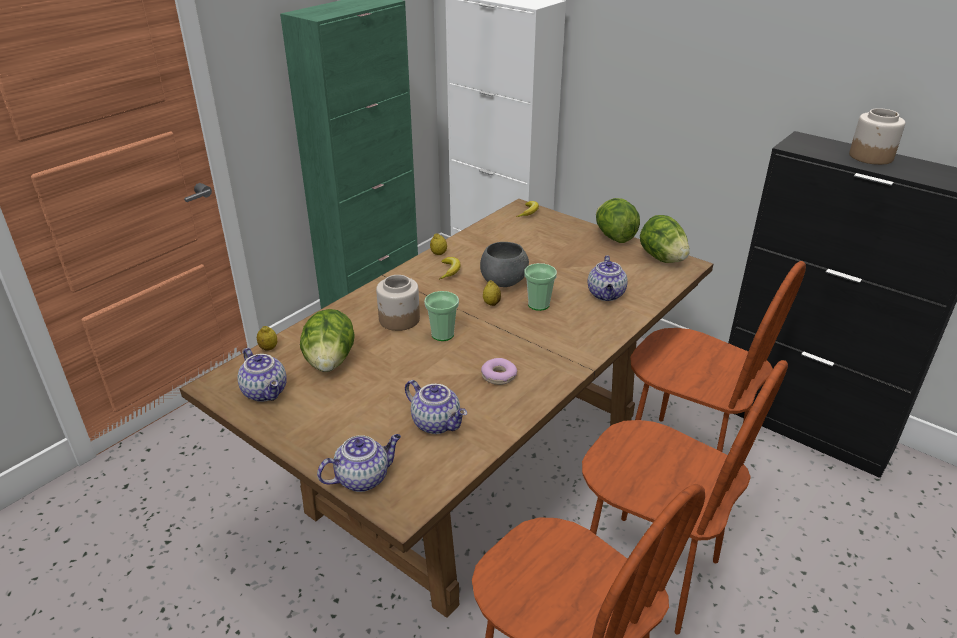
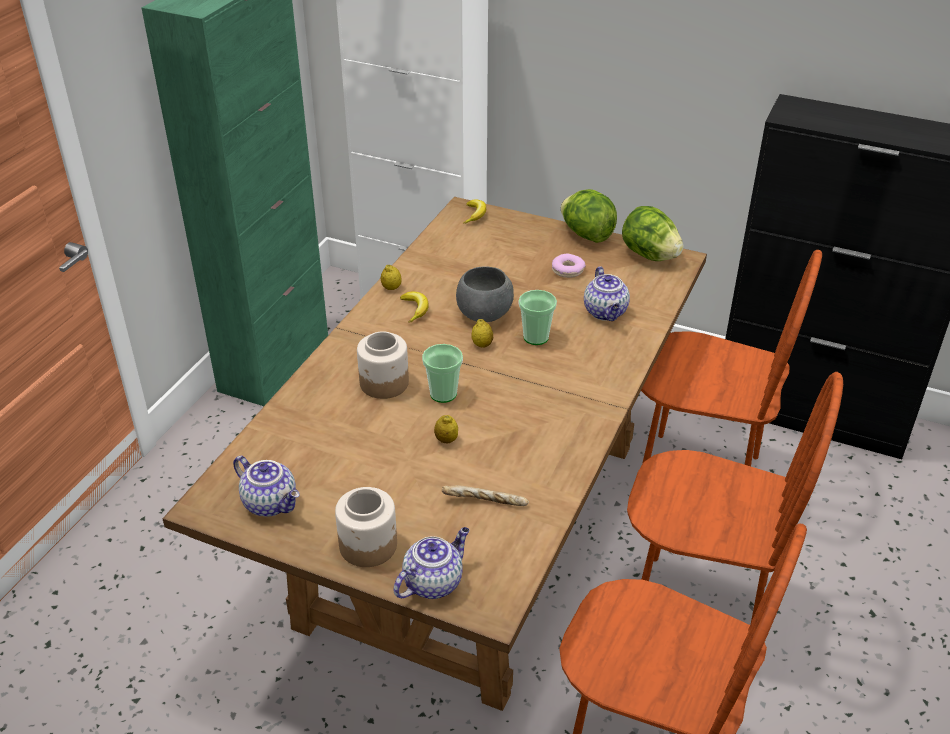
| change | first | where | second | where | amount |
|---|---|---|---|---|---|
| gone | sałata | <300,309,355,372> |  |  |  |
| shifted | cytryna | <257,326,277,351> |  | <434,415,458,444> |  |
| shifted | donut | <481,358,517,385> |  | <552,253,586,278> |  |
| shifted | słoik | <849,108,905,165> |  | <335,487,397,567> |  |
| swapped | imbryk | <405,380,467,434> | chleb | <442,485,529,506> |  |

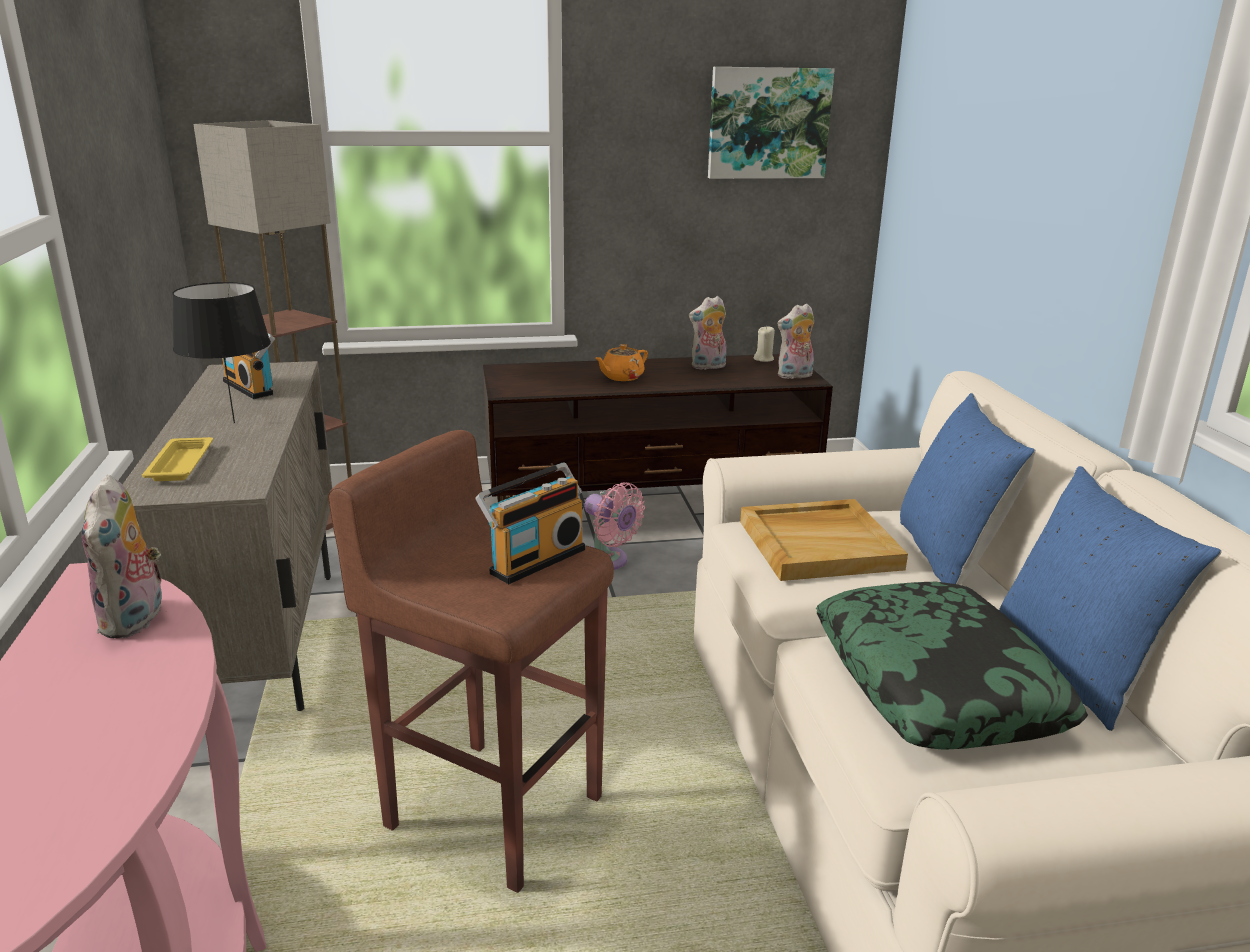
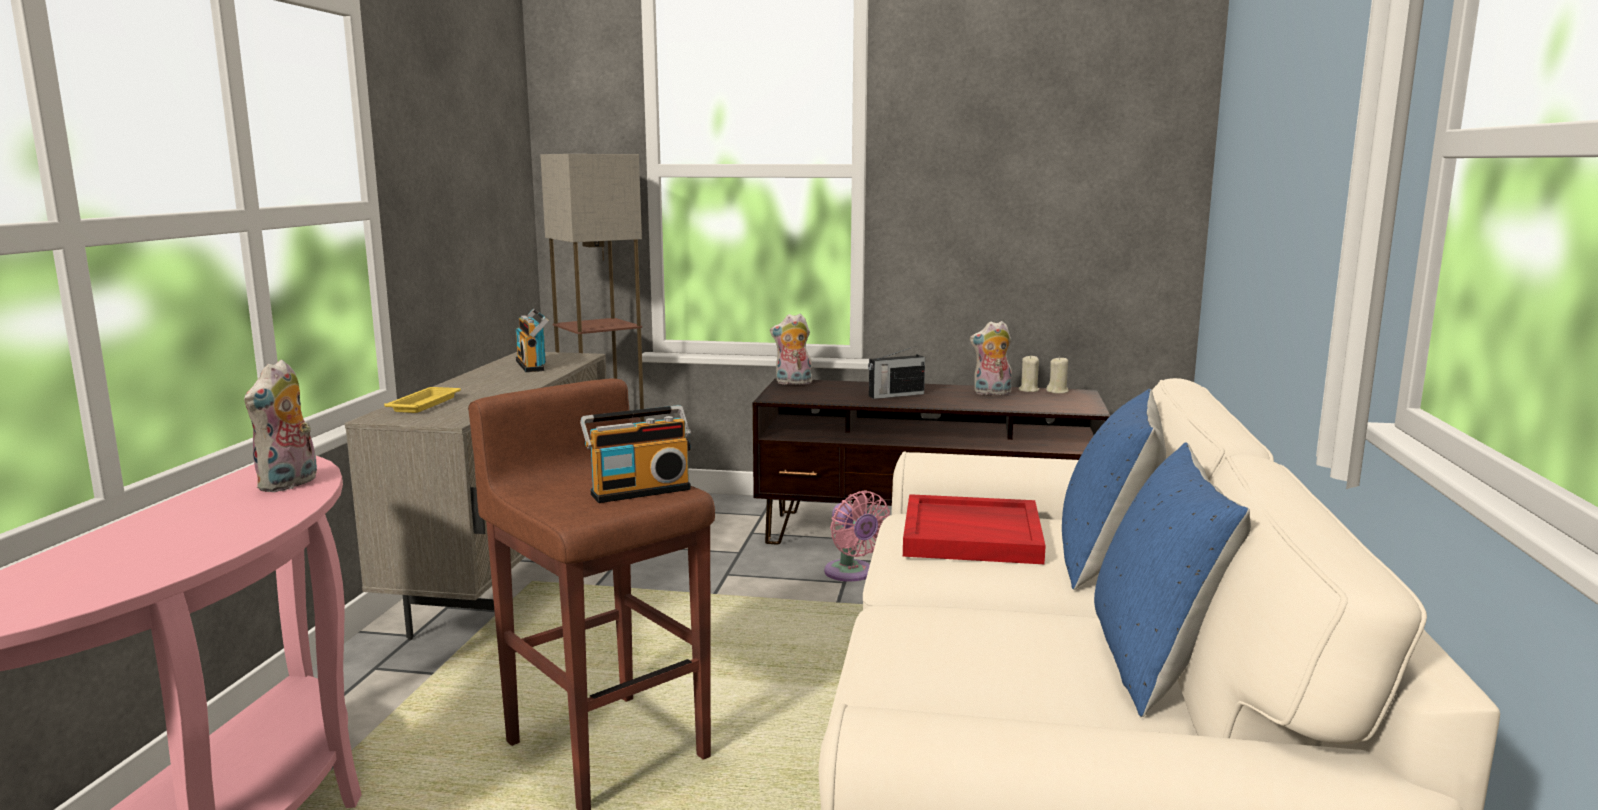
| change | first | where | second | where | amount |
|---|---|---|---|---|---|
| gone | lampa stołowa/czarny | <173,282,271,423> |  |  |  |
| gone | obraz | <708,67,835,179> |  |  |  |
| gone | poduszka | <816,582,1088,750> |  |  |  |
| new |  |  | świeca/beżowy | <1018,355,1039,392> |  |
| shifted | pluszak | <777,303,814,379> |  | <770,314,813,386> |  |
| swapped | imbryk/pomarańczowy | <595,344,648,381> | radio | <868,346,925,399> |  |
| repainted | taca/beżowy | <740,499,908,581> | taca/czerwony | <903,494,1046,564> |  |

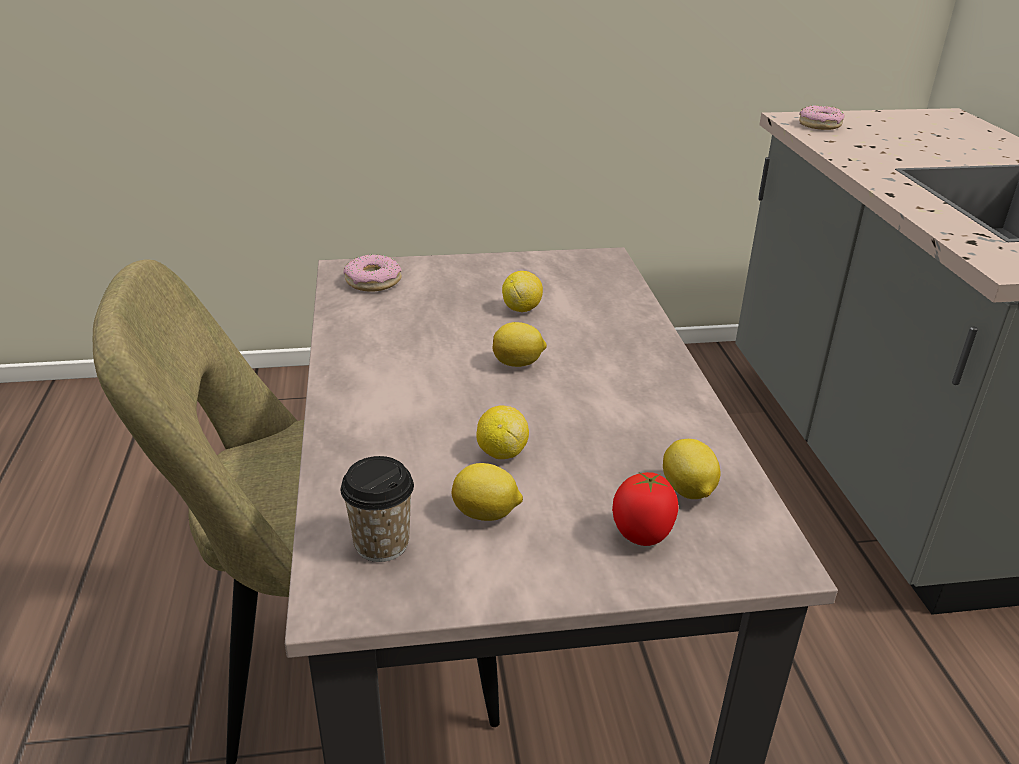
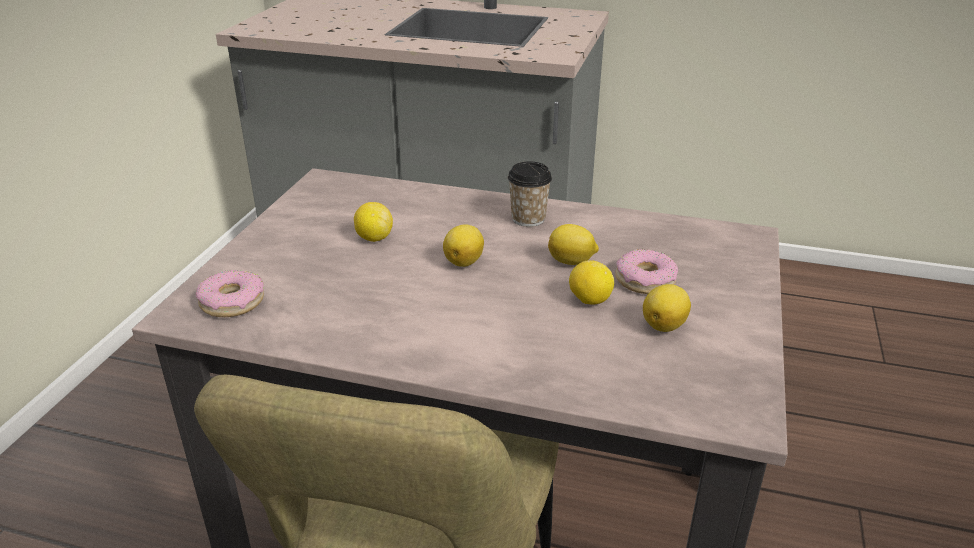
| change | first | where | second | where | amount |
|---|---|---|---|---|---|
| gone | pomidor | <612,472,679,546> |  |  |  |
| shifted | filiżanka | <340,456,414,562> |  | <508,161,552,227> |  |
| shifted | cytryna | <663,439,721,499> |  | <548,224,599,265> |  |
| shifted | donut | <799,105,845,130> |  | <615,249,678,294> |  |

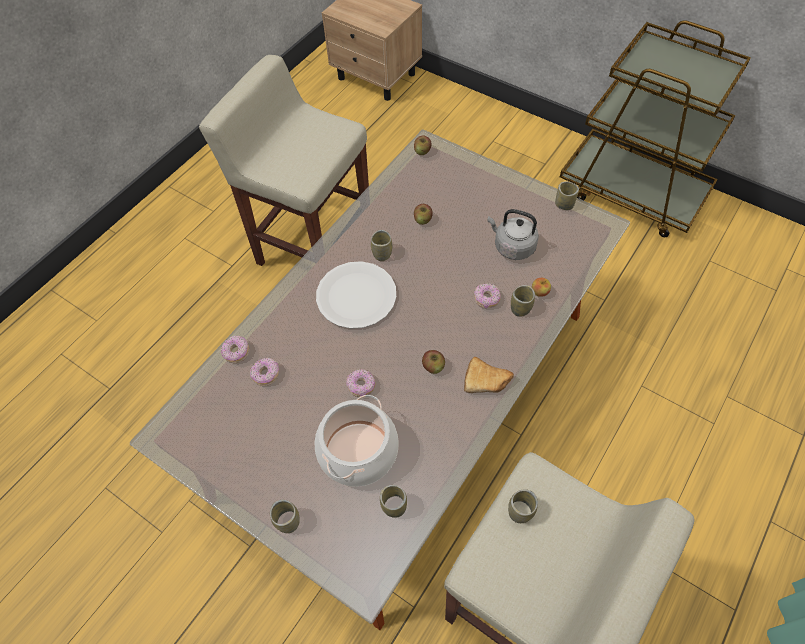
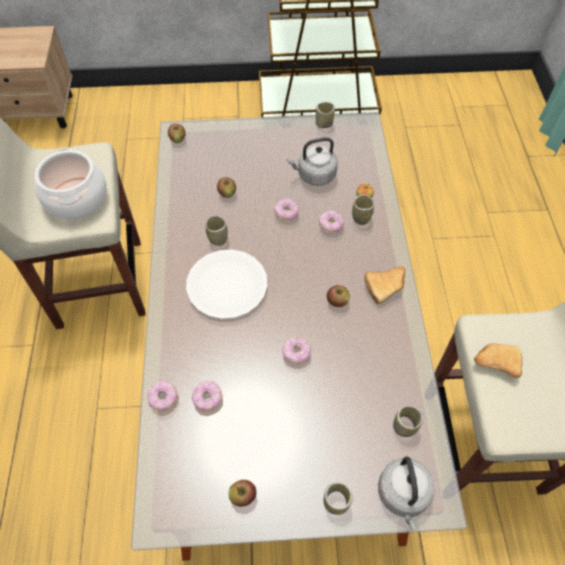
| change | first | where | second | where | amount |
|---|---|---|---|---|---|
| new |  |  | jabłko | <228,480,256,507> |  |
| new |  |  | donut | <274,198,299,221> |  |
| new |  |  | czajnik/szary | <378,456,435,531> |  |
| shifted | garnek | <314,395,399,487> |  | <35,149,107,220> |  |
| swapped | filiżanka | <508,489,538,523> | chleb | <474,343,522,378> |  |

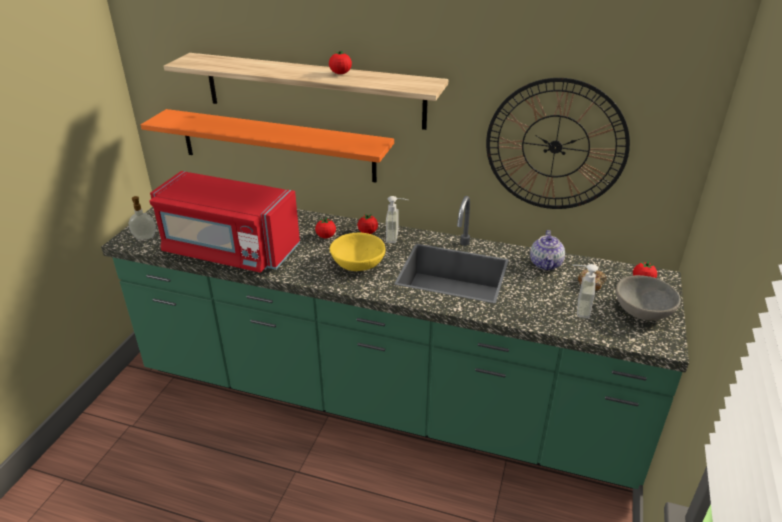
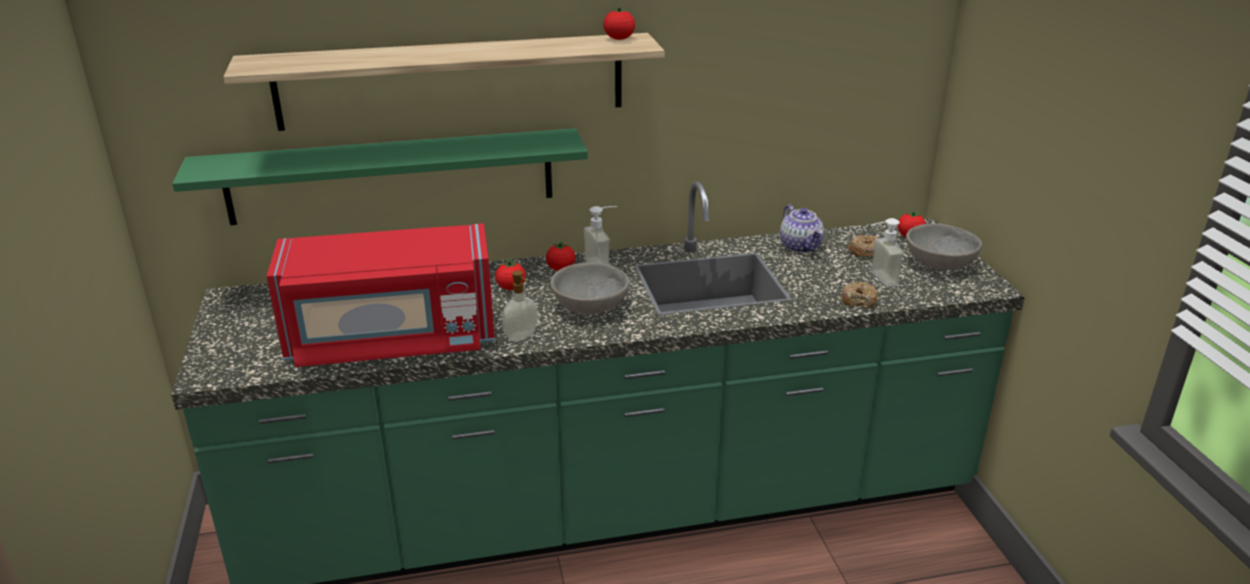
| change | first | where | second | where | amount |
|---|---|---|---|---|---|
| gone | zegar ścienny | <486,78,630,209> |  |  |  |
| new |  |  | donut | <841,282,878,308> |  |
| shifted | dozownik mydła | <129,196,156,240> |  | <502,270,538,342> |  |
| shifted | pomidor | <329,51,352,74> |  | <603,7,635,40> |  |
| repainted | półka/pomarańczowy | <141,109,394,182> | półka/zielony | <172,128,588,225> |  |
| repainted | miska/żółty | <330,233,386,271> | miska/szary | <550,263,630,315> |  |

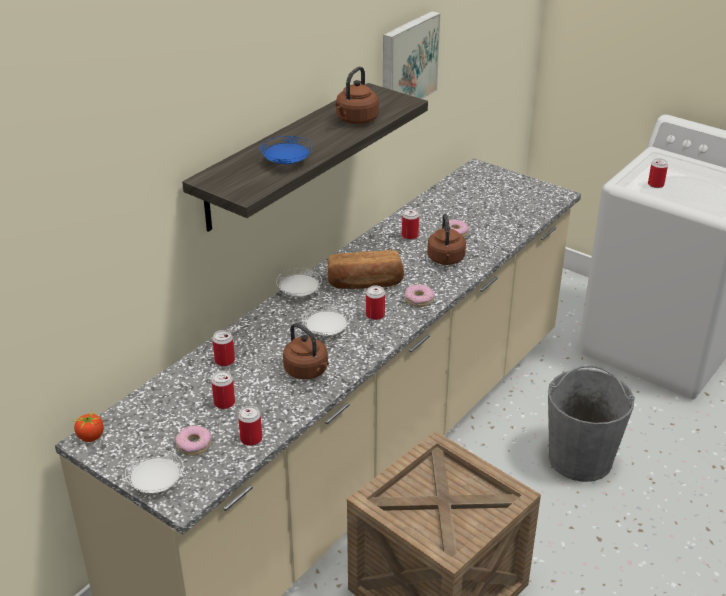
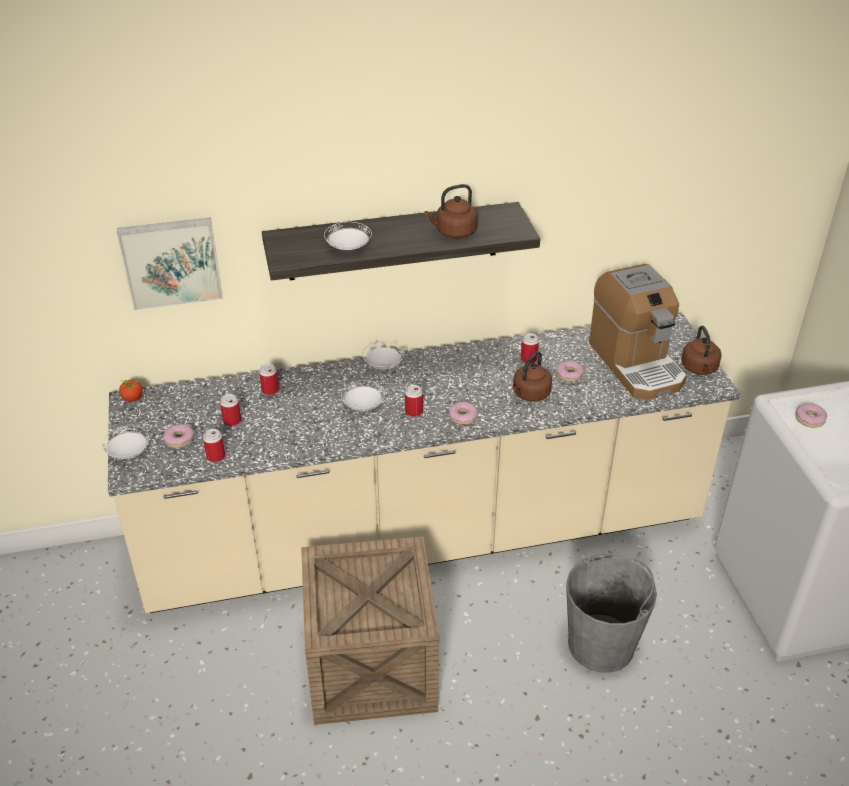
| change | first | where | second | where | amount |
|---|---|---|---|---|---|
| gone | chleb | <328,250,404,289> |  |  |  |
| new |  |  | ekspres do kawy | <589,264,687,400> |  |
| shifted | czajnik/brązowy | <283,323,329,379> |  | <681,326,722,375> |  |
| shifted | obraz | <383,11,440,99> |  | <117,218,223,310> |  |
| swapped | puszka | <648,158,668,188> | donut | <795,403,827,428> |  |
| repainted | talerz/niebieski | <260,136,312,164> | talerz/biały | <324,222,372,250> |  |

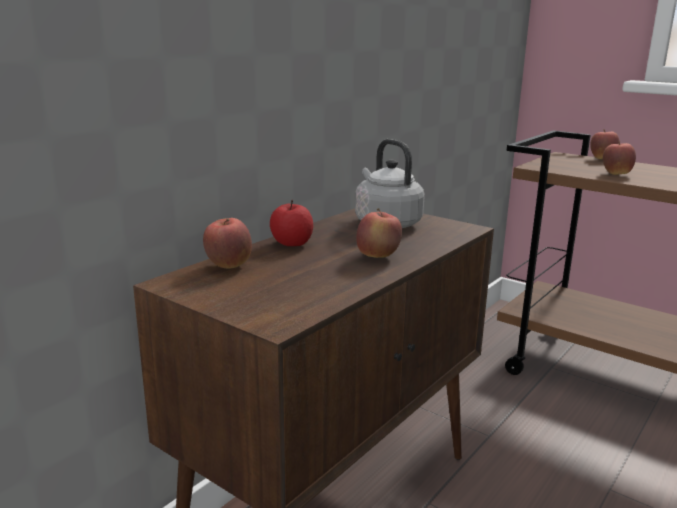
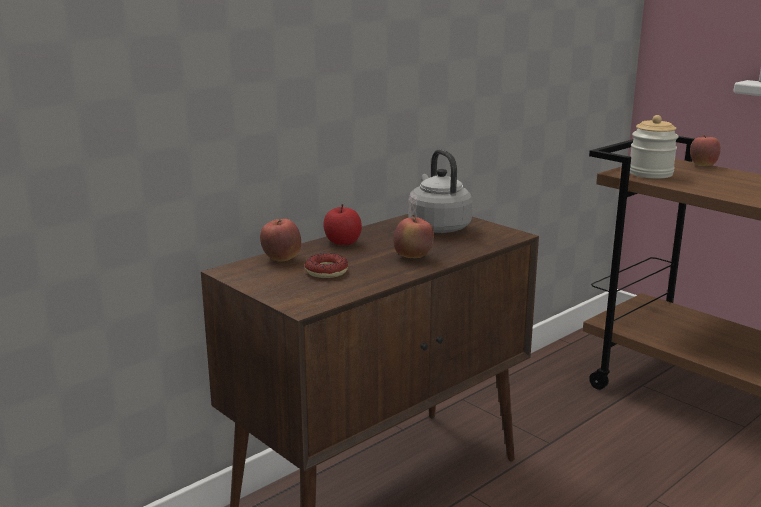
| change | first | where | second | where | amount |
|---|---|---|---|---|---|
| gone | jabłko | <603,141,636,175> |  |  |  |
| new |  |  | donut | <305,253,348,278> |  |
| new |  |  | słoik | <630,115,678,179> |  |

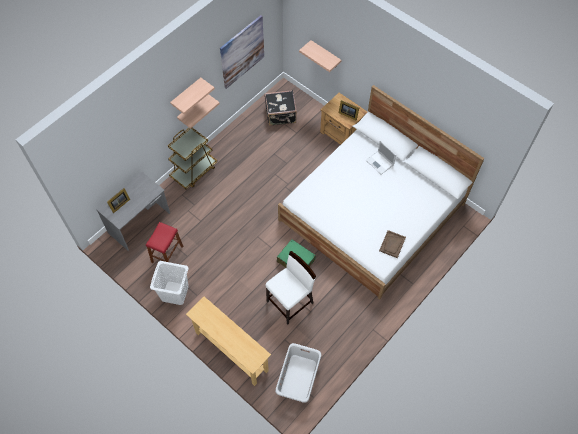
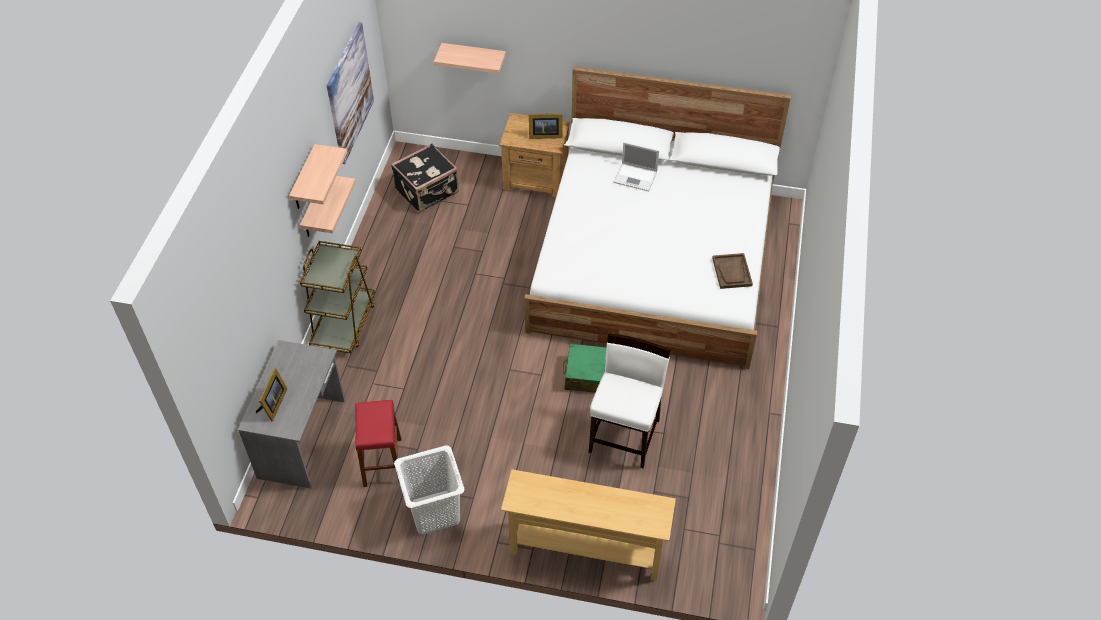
| change | first | where | second | where | amount |
|---|---|---|---|---|---|
| gone | kosz na pranie/szary | <275,343,322,403> |  |  |  |

